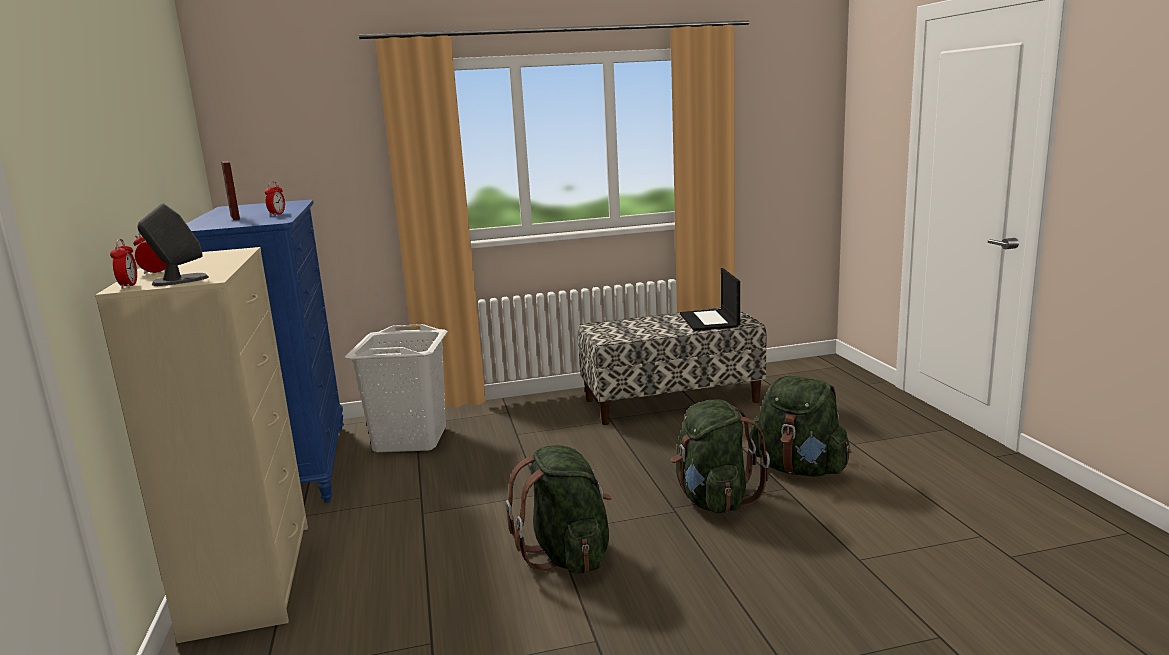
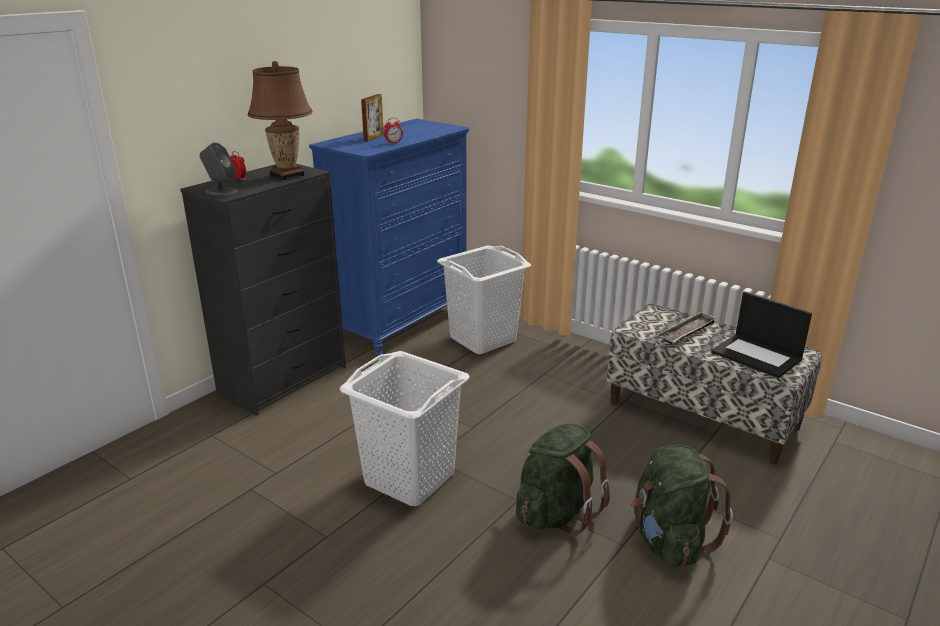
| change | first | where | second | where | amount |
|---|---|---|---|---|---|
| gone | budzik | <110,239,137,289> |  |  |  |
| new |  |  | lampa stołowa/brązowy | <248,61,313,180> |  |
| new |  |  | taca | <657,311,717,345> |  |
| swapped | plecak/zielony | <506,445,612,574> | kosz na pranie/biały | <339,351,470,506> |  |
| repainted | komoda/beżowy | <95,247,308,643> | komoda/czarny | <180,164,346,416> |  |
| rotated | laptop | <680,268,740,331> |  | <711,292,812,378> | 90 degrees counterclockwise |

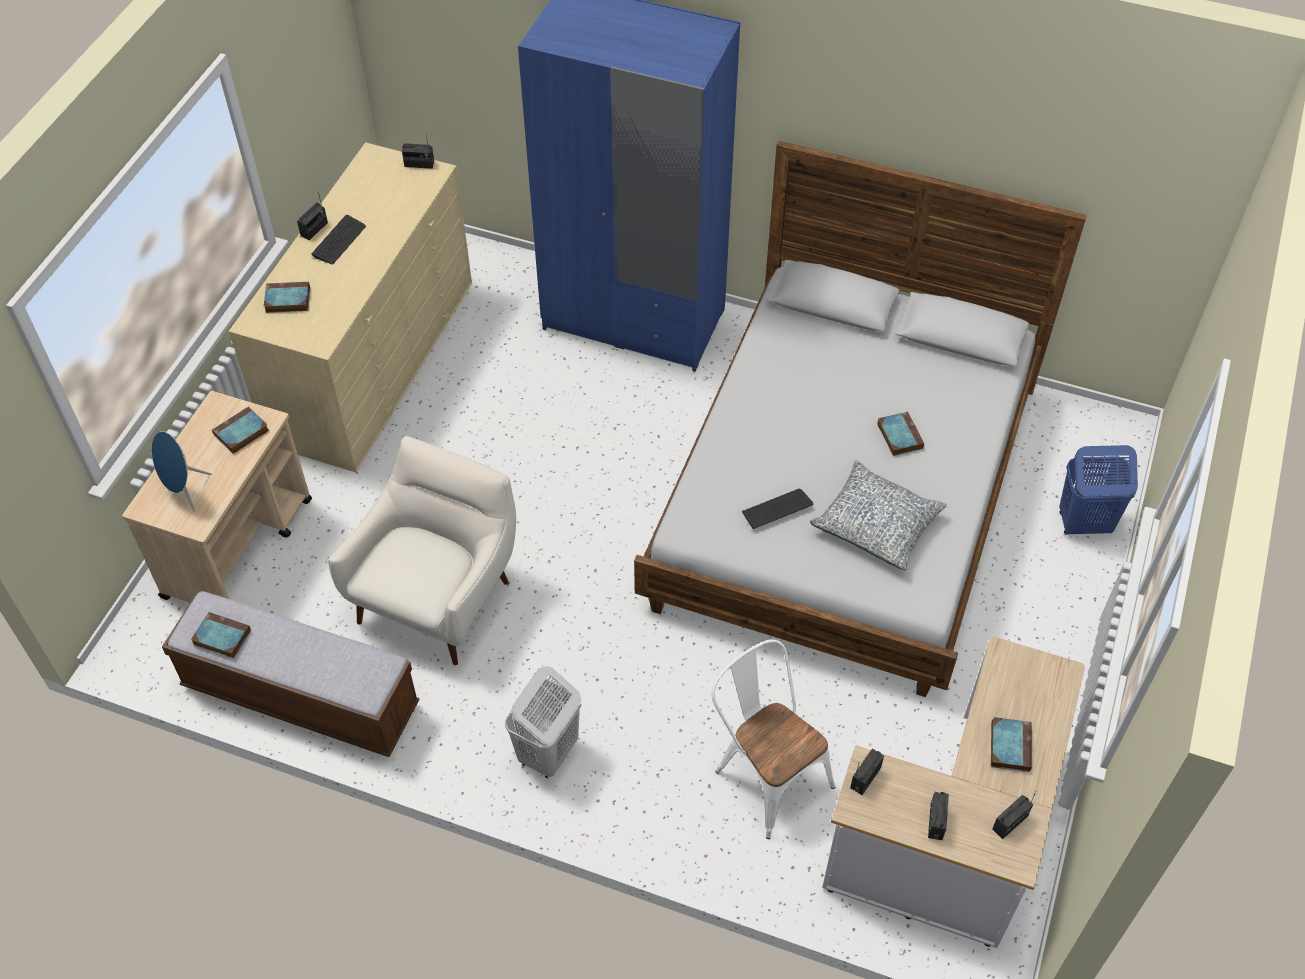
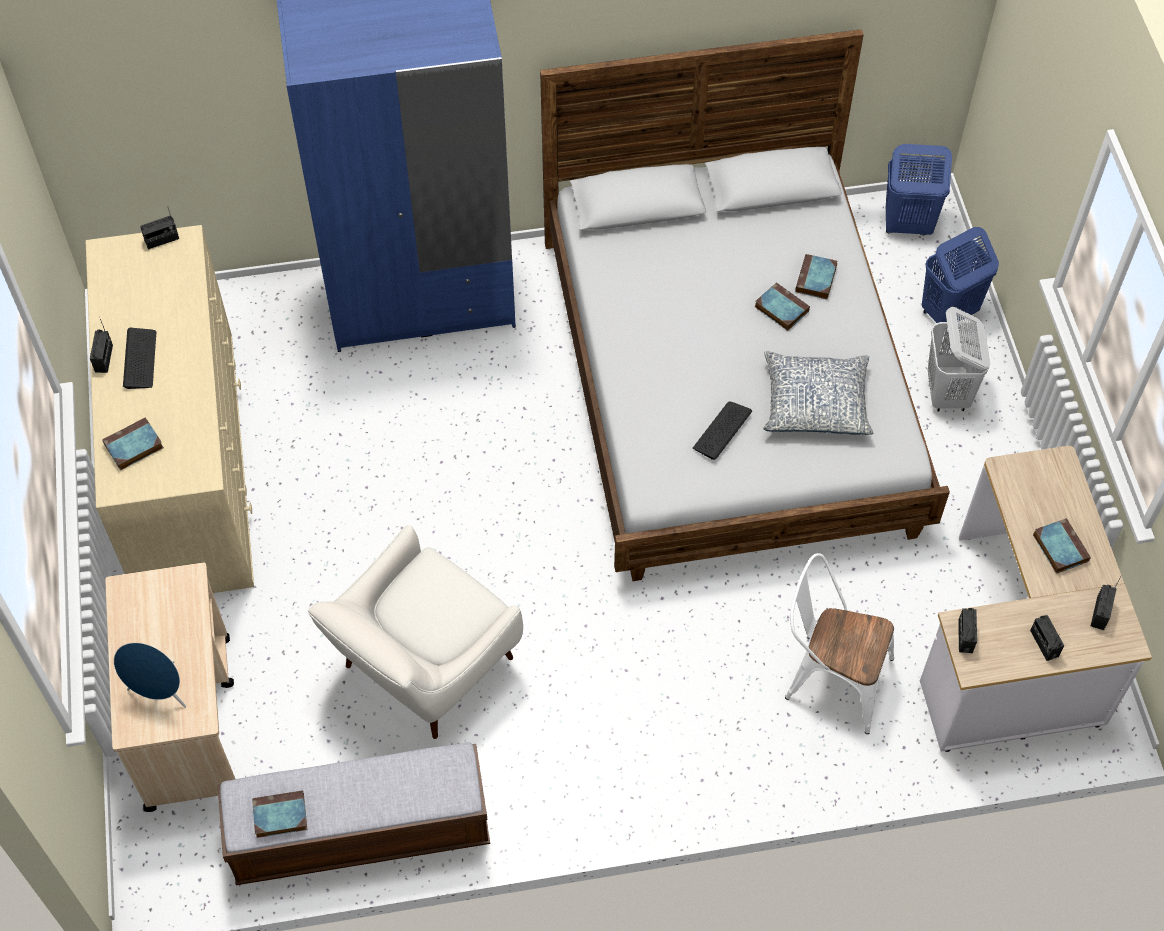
| change | first | where | second | where | amount |
|---|---|---|---|---|---|
| new |  |  | kosz na pranie/niebieski | <886,144,952,235> |  |
| shifted | książka | <212,406,269,454> |  | <795,254,837,299> |  |
| shifted | kosz na pranie/biały | <505,666,581,778> |  | <928,307,990,412> |  |
| rotated | fotel/biały | <328,436,516,665> |  | <308,525,523,739> | 135 degrees counterclockwise |

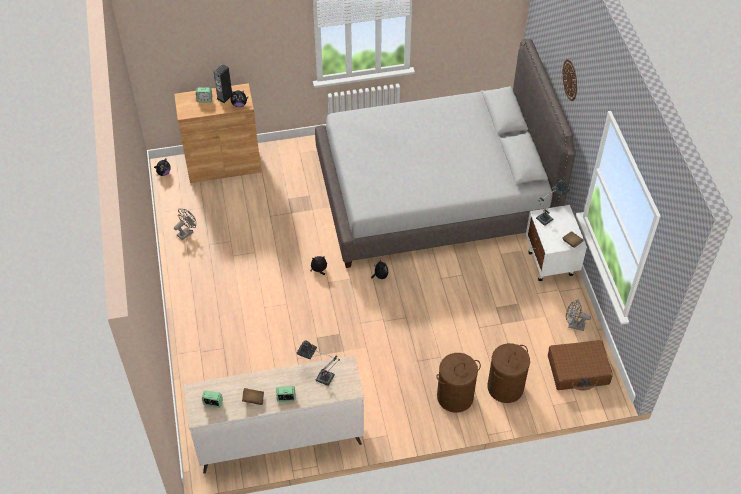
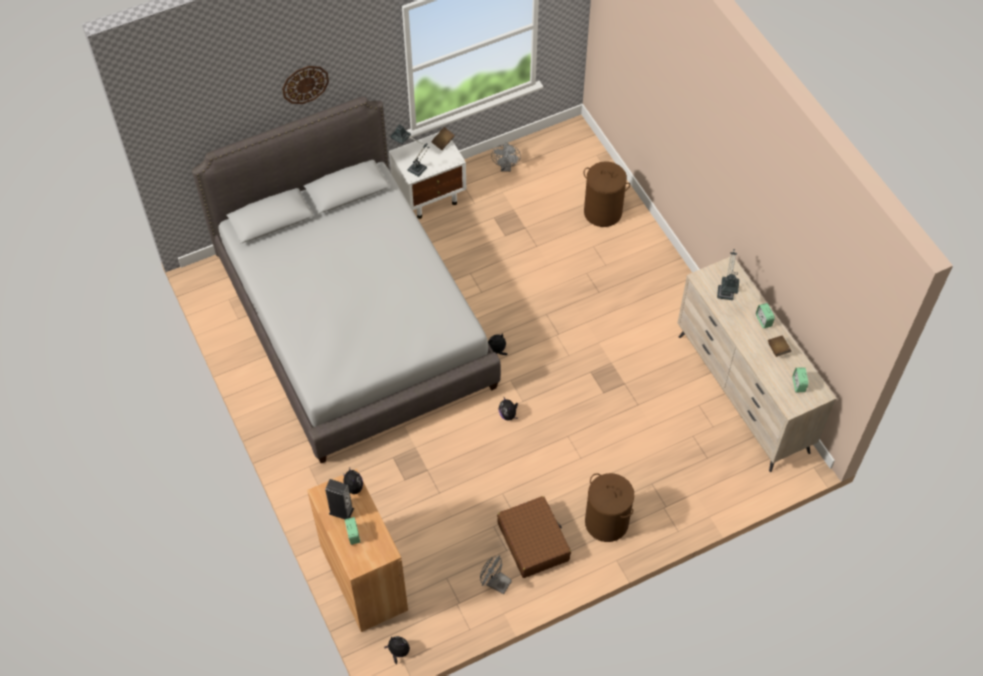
| change | first | where | second | where | amount |
|---|---|---|---|---|---|
| shifted | kosz na pranie/brązowy | <436,353,481,413> |  | <585,473,634,542> |  |
| shifted | walizka/brązowy | <548,340,613,390> |  | <497,496,571,578> |  |

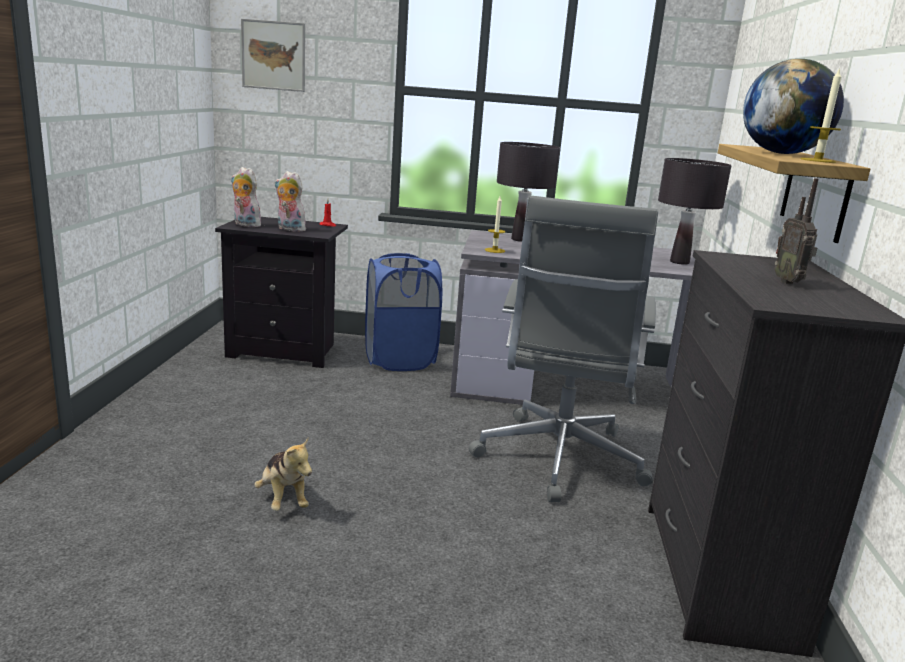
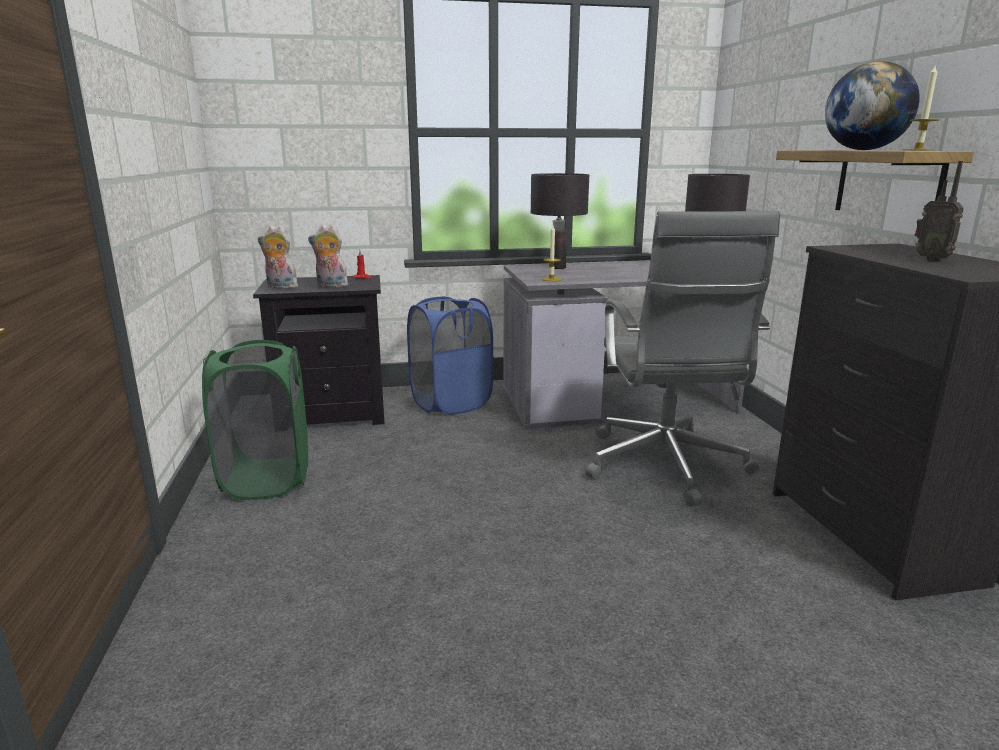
| change | first | where | second | where | amount |
|---|---|---|---|---|---|
| gone | obraz | <241,19,305,92> |  |  |  |
| gone | pluszak | <254,438,312,511> |  |  |  |
| new |  |  | kosz na pranie/zielony | <202,340,308,500> |  |

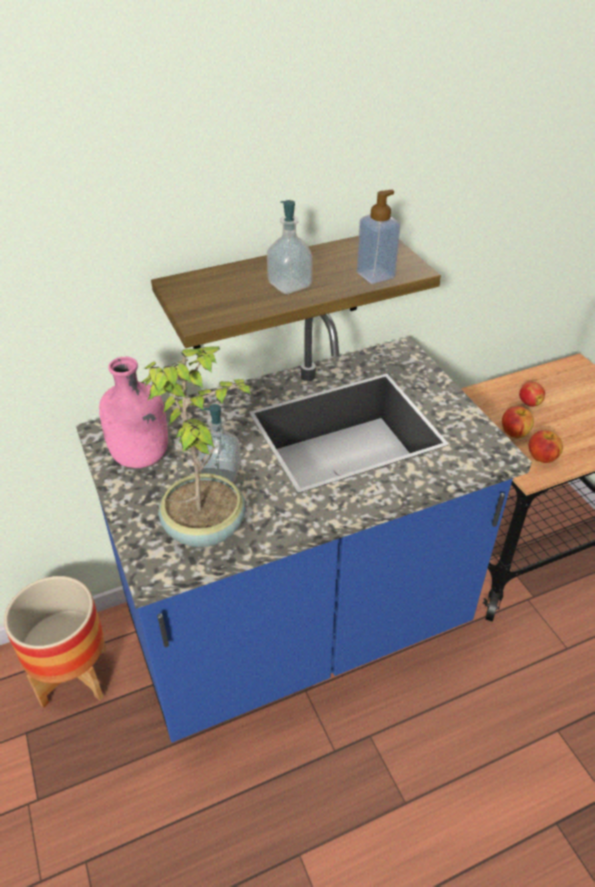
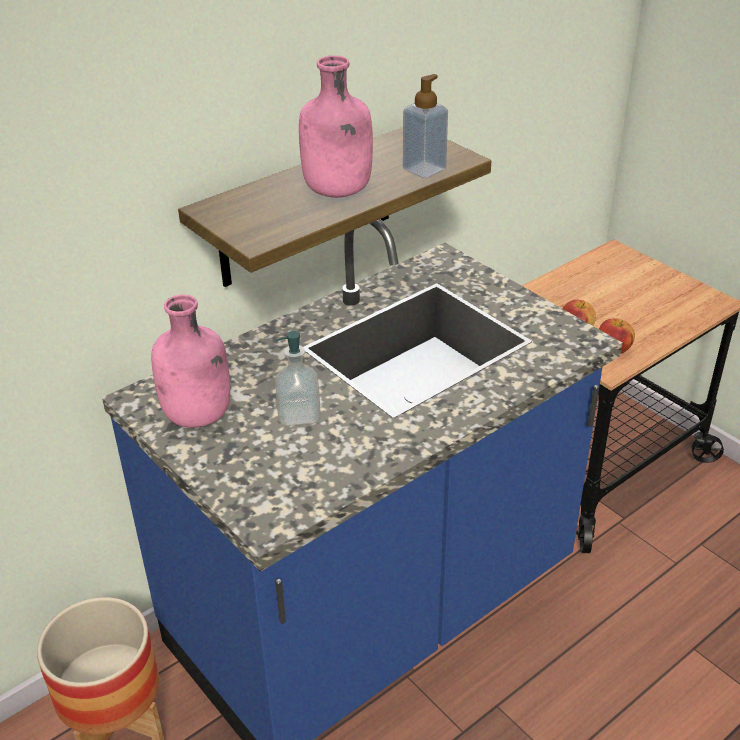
| change | first | where | second | where | amount |
|---|---|---|---|---|---|
| gone | roślina doniczkowa | <141,346,256,547> |  |  |  |
| gone | jabłko | <519,381,545,407> |  |  |  |
| swapped | dozownik mydła | <267,200,313,294> | butelka/różowy | <299,55,373,198> |  |

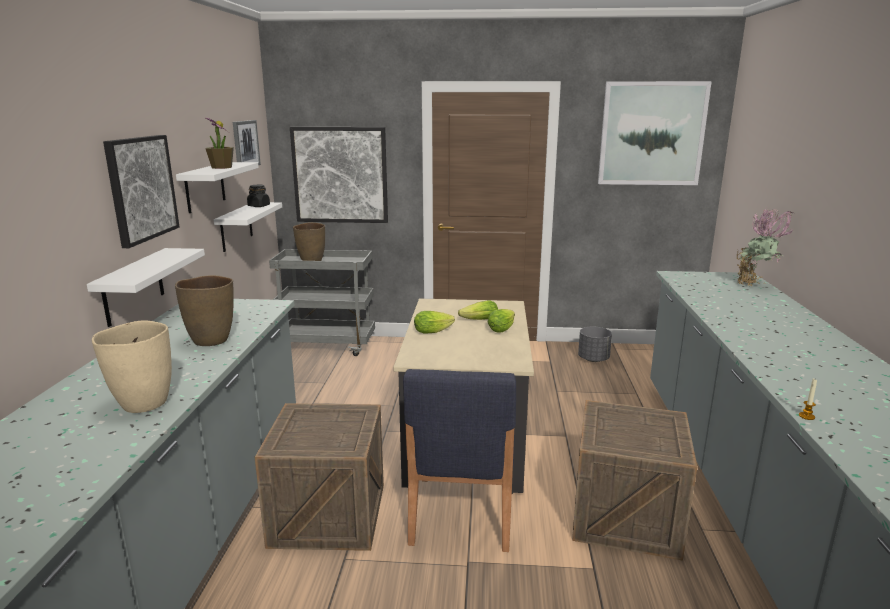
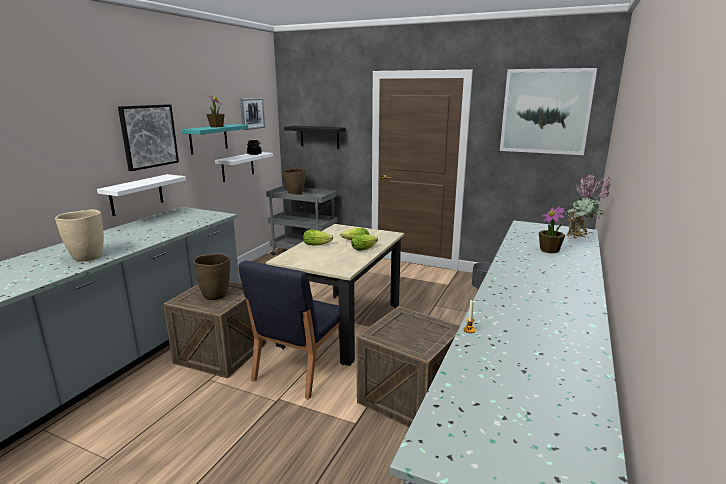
| change | first | where | second | where | amount |
|---|---|---|---|---|---|
| new |  |  | roślina doniczkowa | <539,206,566,253> |  |
| shifted | wazon/brązowy | <175,275,234,346> |  | <193,254,230,300> |  |
| swapped | obraz | <290,127,388,223> | półka/czarny | <284,126,346,148> |  |
| repainted | półka/biały | <176,162,259,213> | półka/turkusowy | <181,124,248,155> |  |

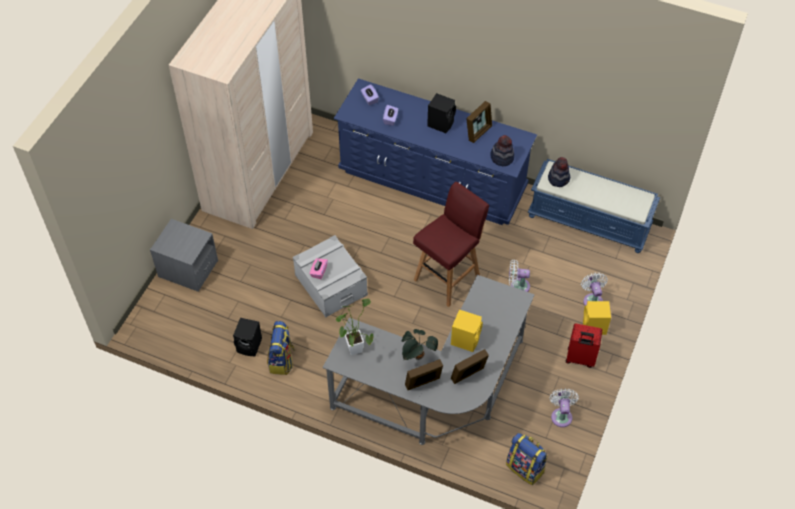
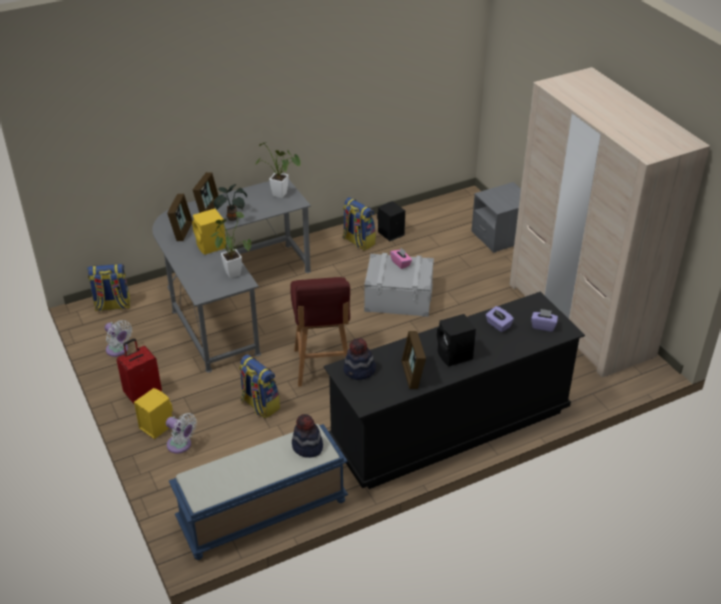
| change | first | where | second | where | amount |
|---|---|---|---|---|---|
| new |  |  | roślina doniczkowa | <210,212,251,278> |  |
| swapped | wentylator/biały | <509,260,530,292> | plecak | <239,354,280,418> |  |
| repainted | komoda/niebieski | <334,79,537,225> | komoda/czarny | <323,292,585,489> |  |

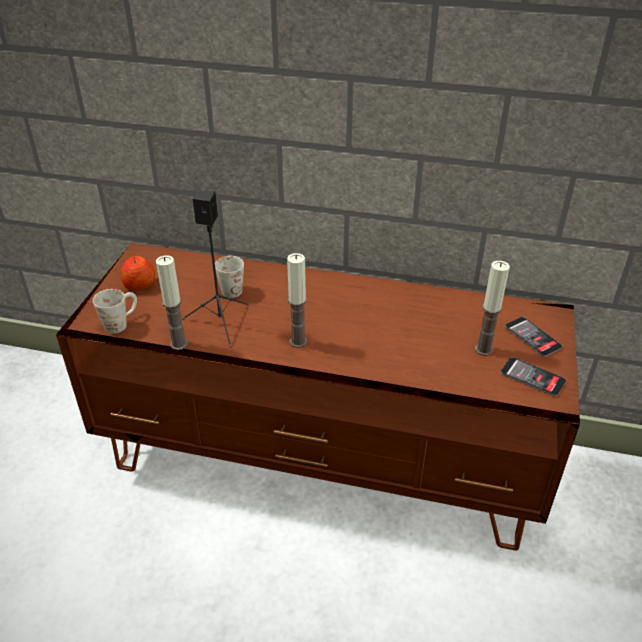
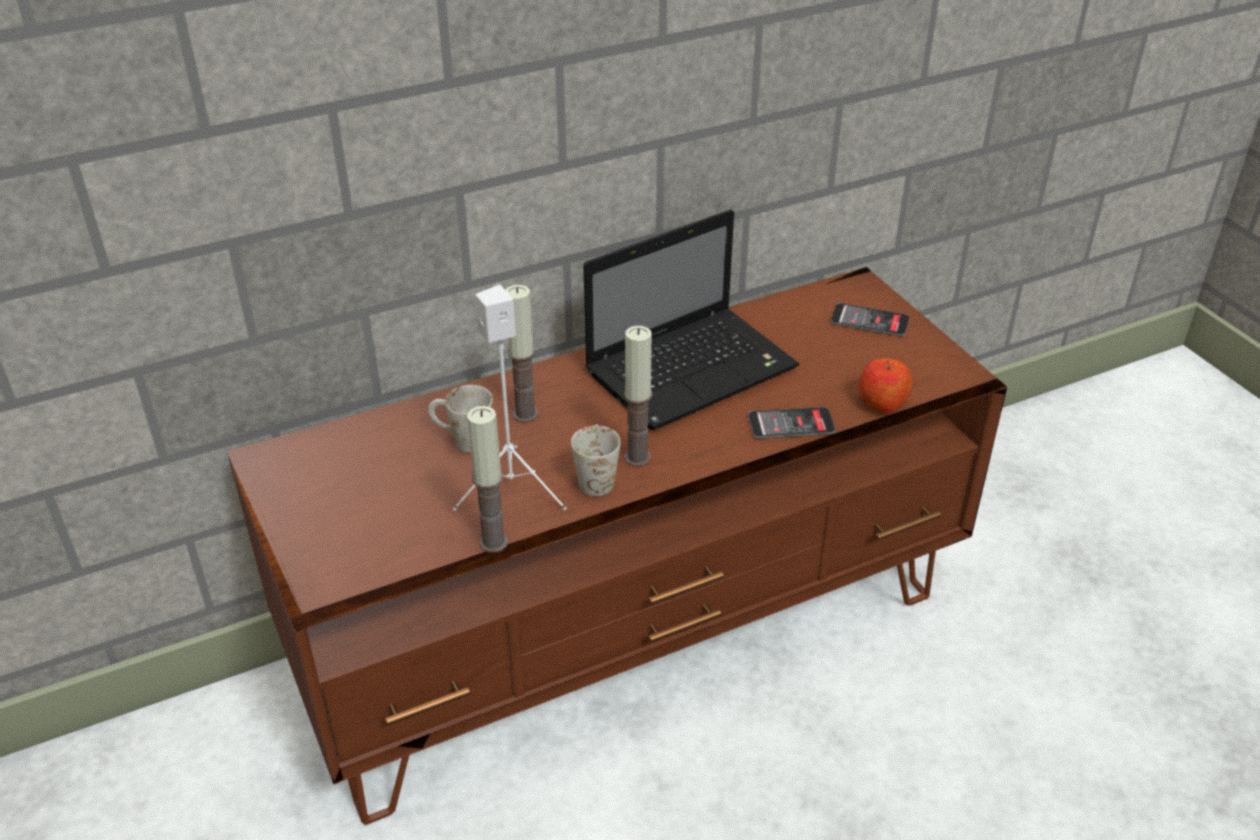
| change | first | where | second | where | amount |
|---|---|---|---|---|---|
| new |  |  | laptop | <583,209,799,430> |  |
| shifted | kubek/biały | <93,289,137,334> |  | <571,424,620,496> |  |
| shifted | jabłko | <120,256,155,291> |  | <859,358,913,414> |  |
| shifted | świeca | <475,261,510,356> |  | <506,285,538,422> |  |
| shifted | telefon | <500,357,566,397> |  | <748,407,835,439> |  |
| repainted | głośnik/czarny | <182,191,249,348> | głośnik/biały | <453,284,567,511> |  |

